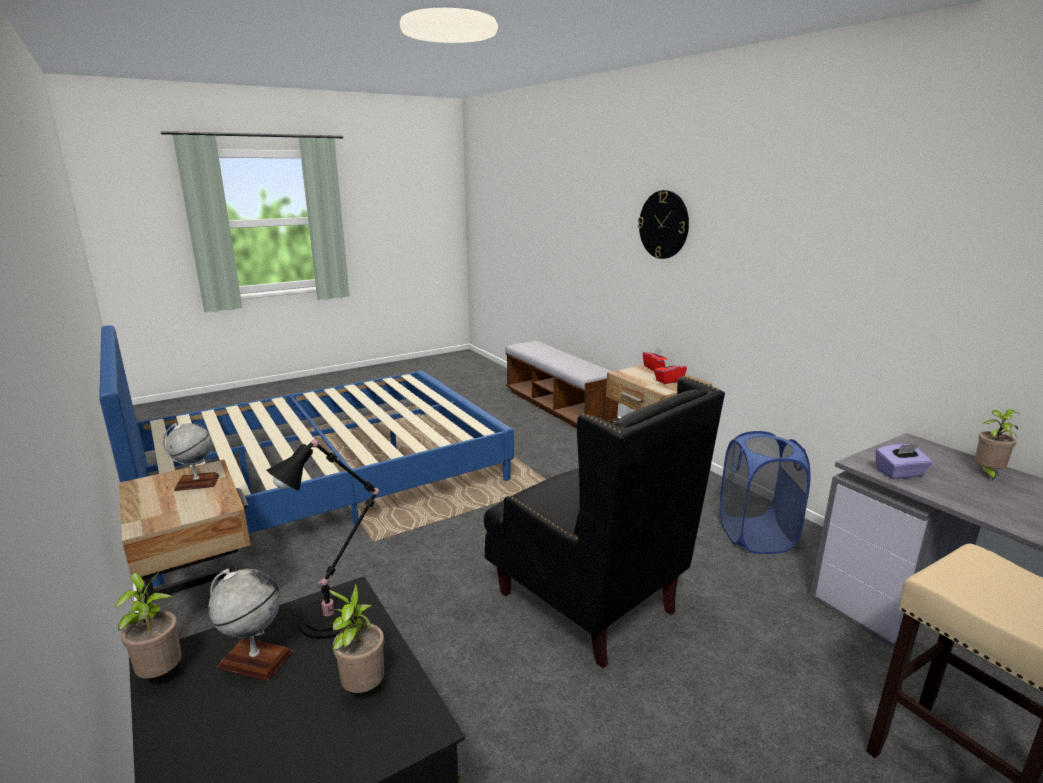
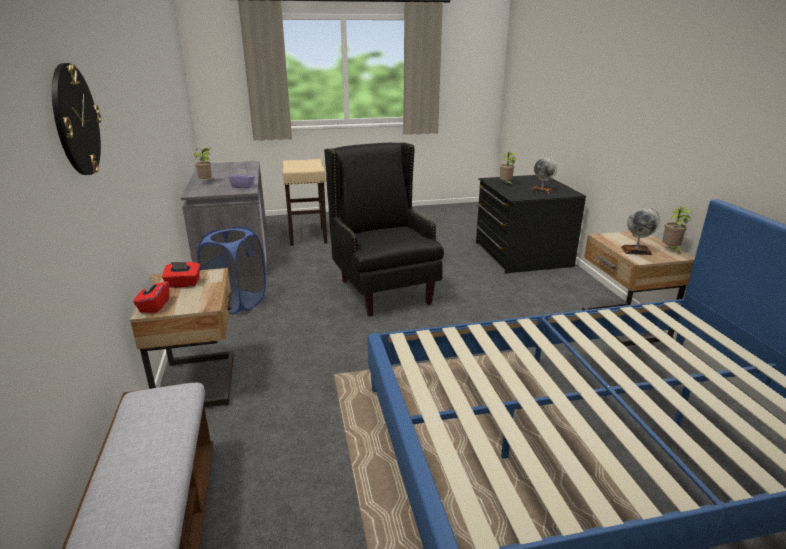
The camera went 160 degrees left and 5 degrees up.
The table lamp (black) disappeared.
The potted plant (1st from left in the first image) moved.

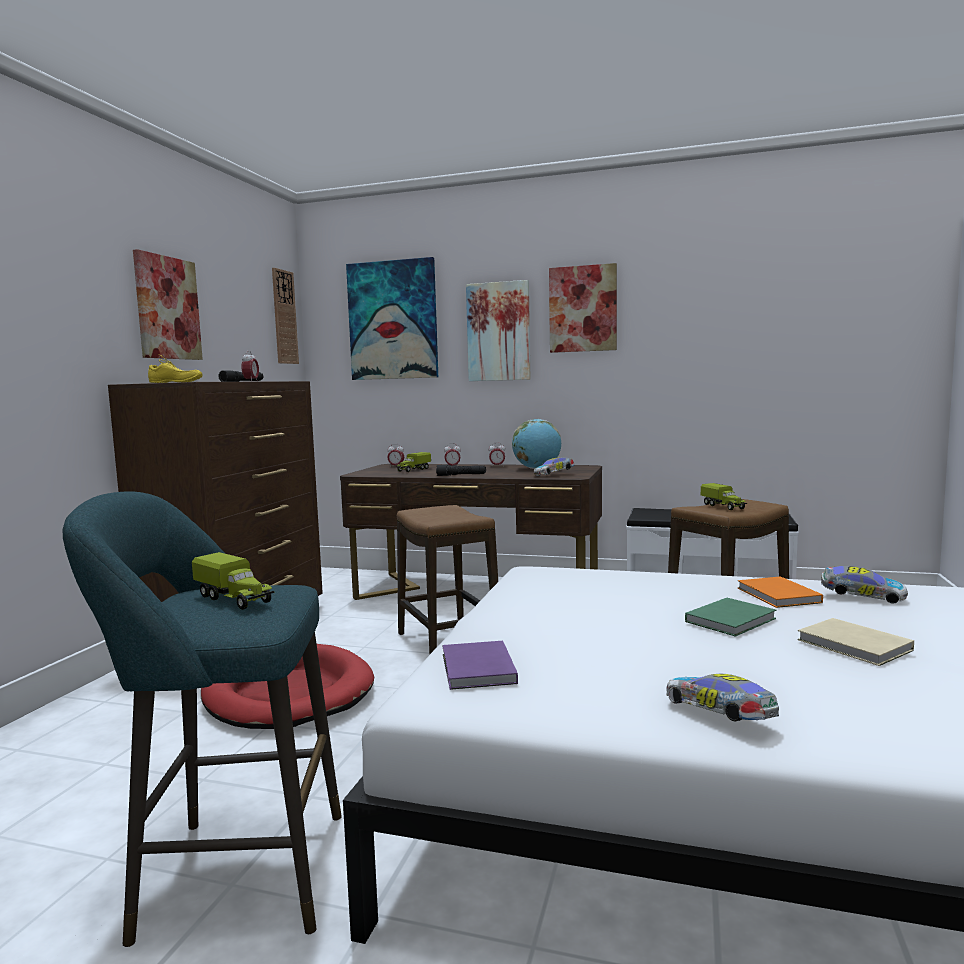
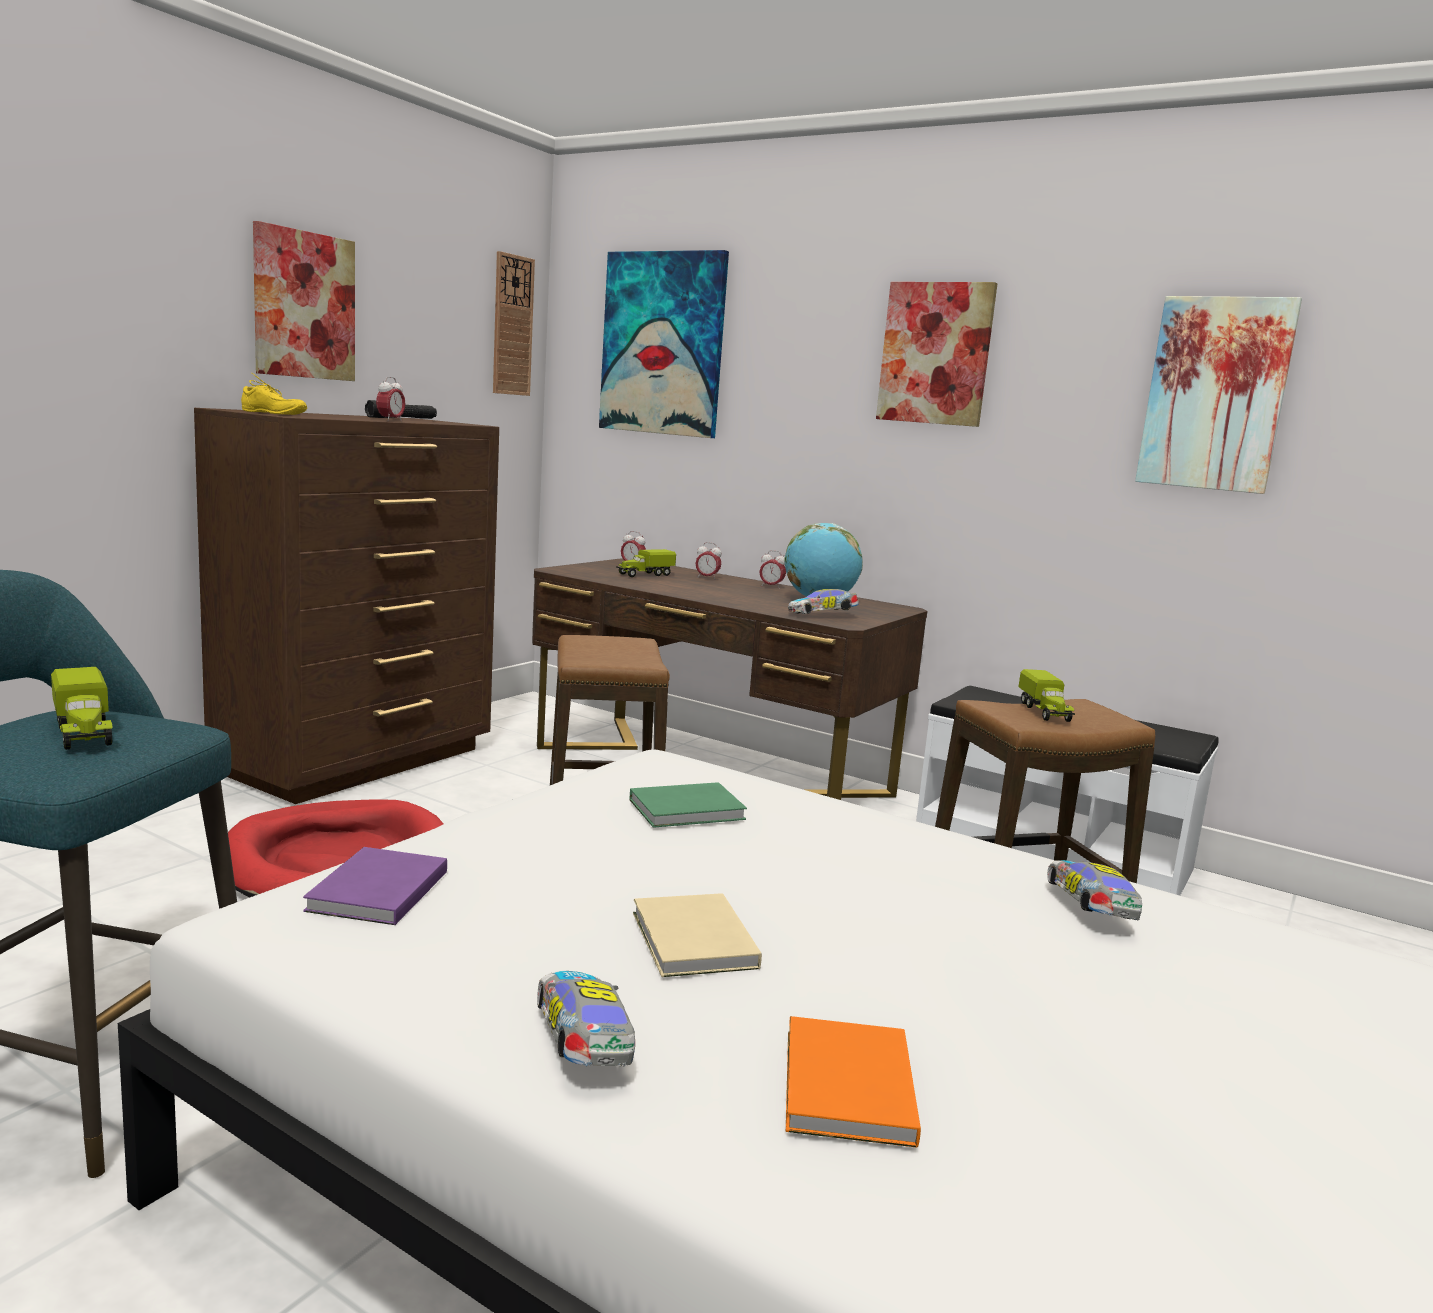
The camera went 15 degrees right and 5 degrees up.
The flashlight (black) (2nd from left) disappeared.
The picture (3rd from left in the first image) moved.
The book (green) moved.
The book (orange) moved.
The book (beige) moved.
The toy car (3rd from left) turned 135 degrees counterclockwise.

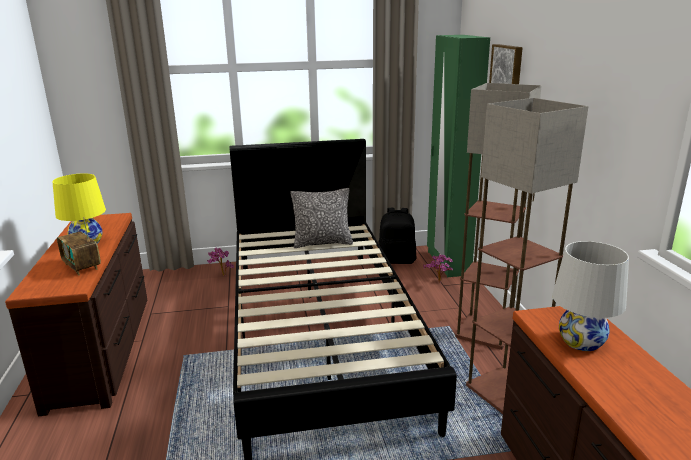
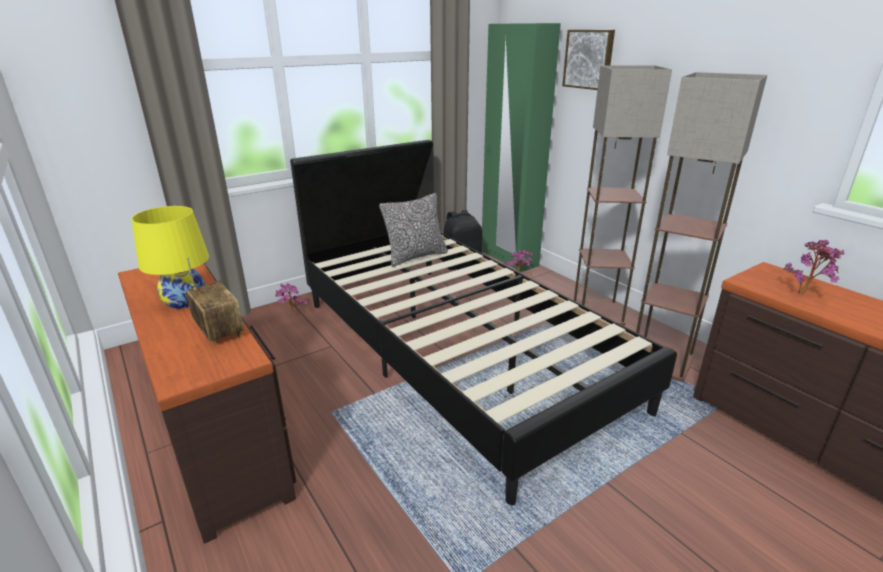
The camera went 25 degrees left and 5 degrees up.
The table lamp (white) was replaced by the potted plant (3rd from left).
The radio turned 150 degrees counterclockwise.

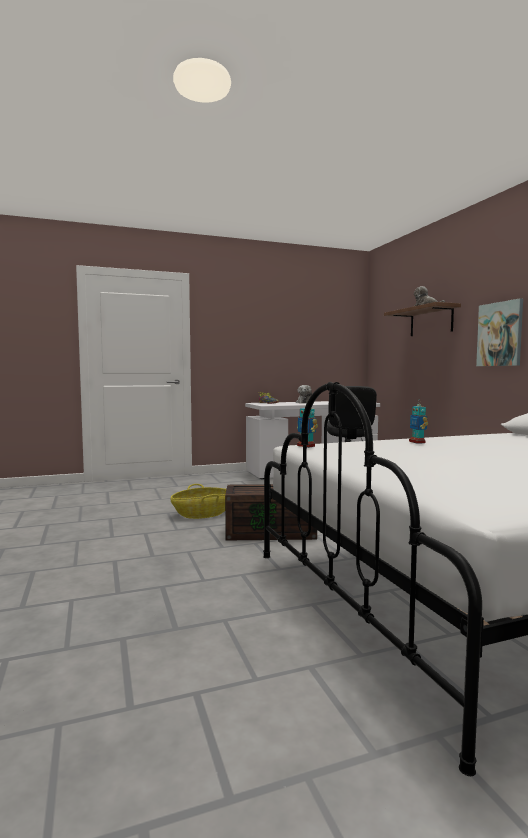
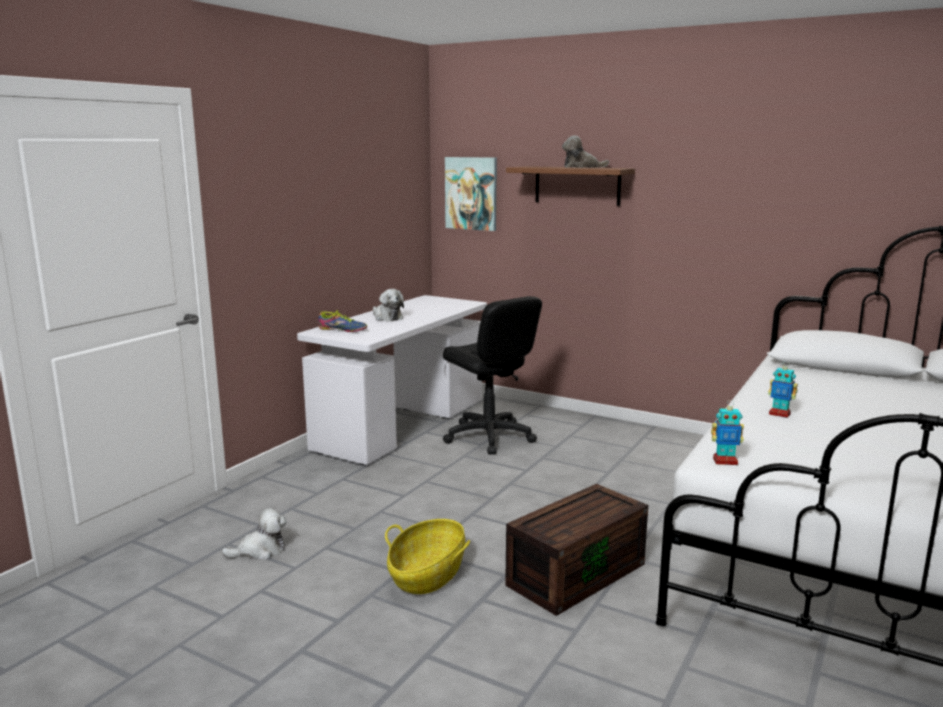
The camera went 40 degrees left and 10 degrees up.
The plush toy (1st from left) appeared.
The picture moved.

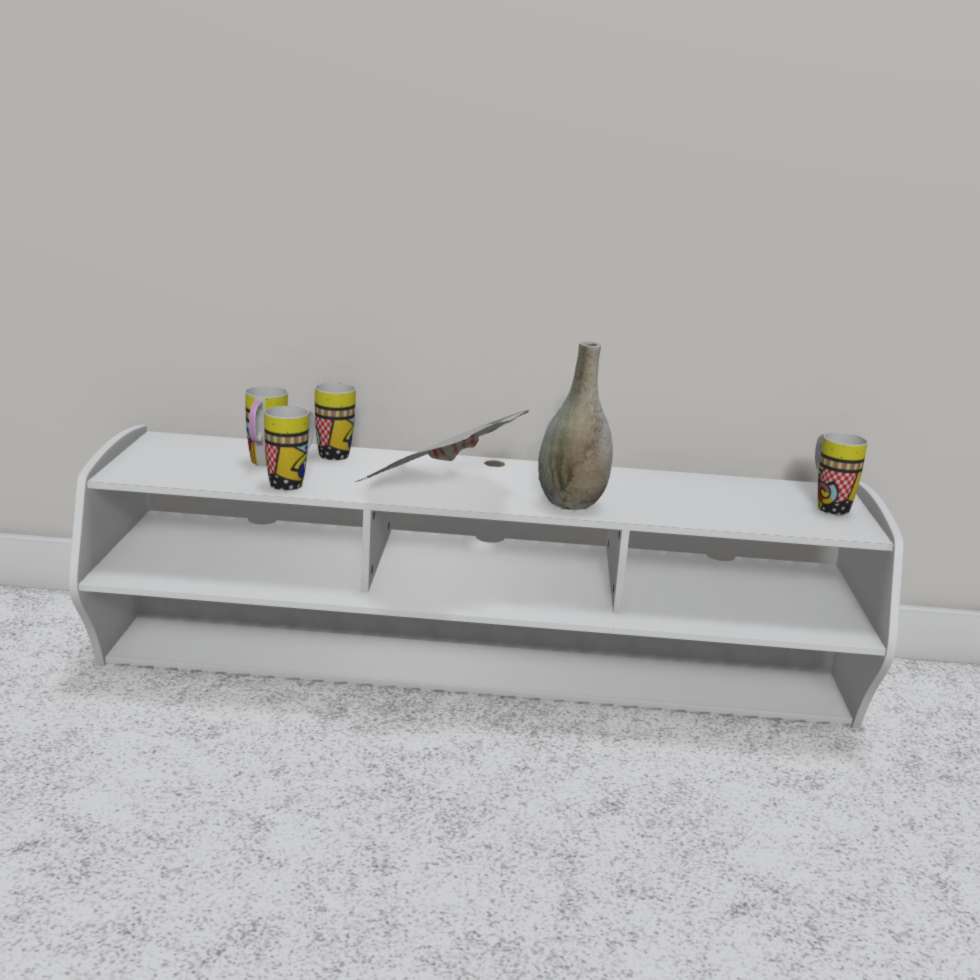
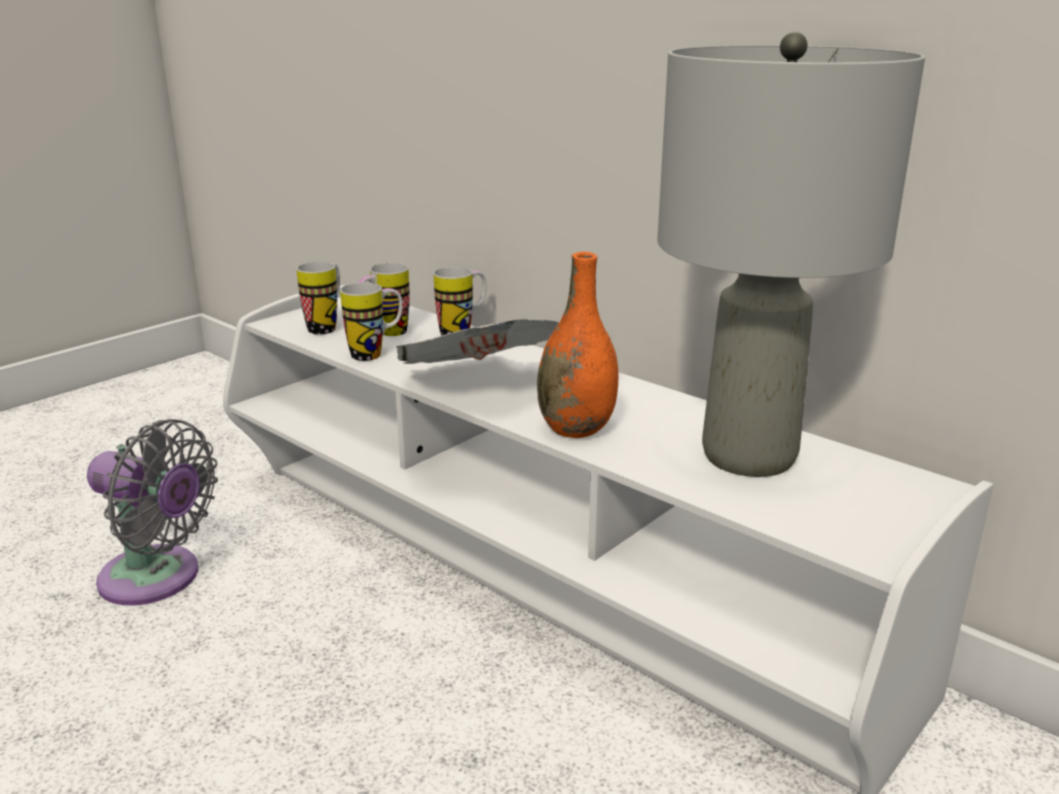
The camera went 40 degrees right and 5 degrees up.
The fan (grey) appeared.
The table lamp (grey) appeared.
The mug (4th from left in the first image) moved.
The vase (grey) became the vase (orange).

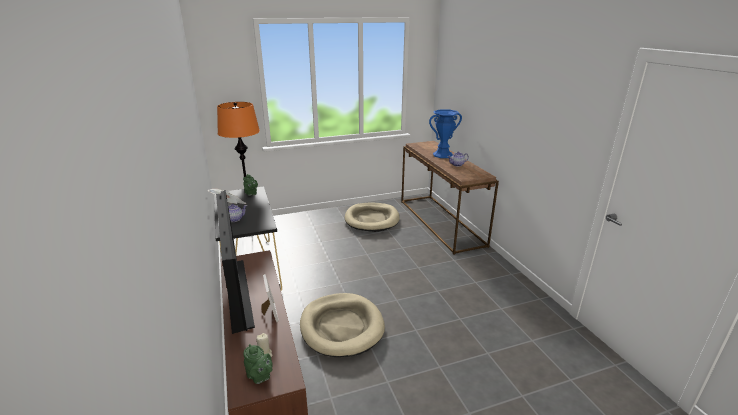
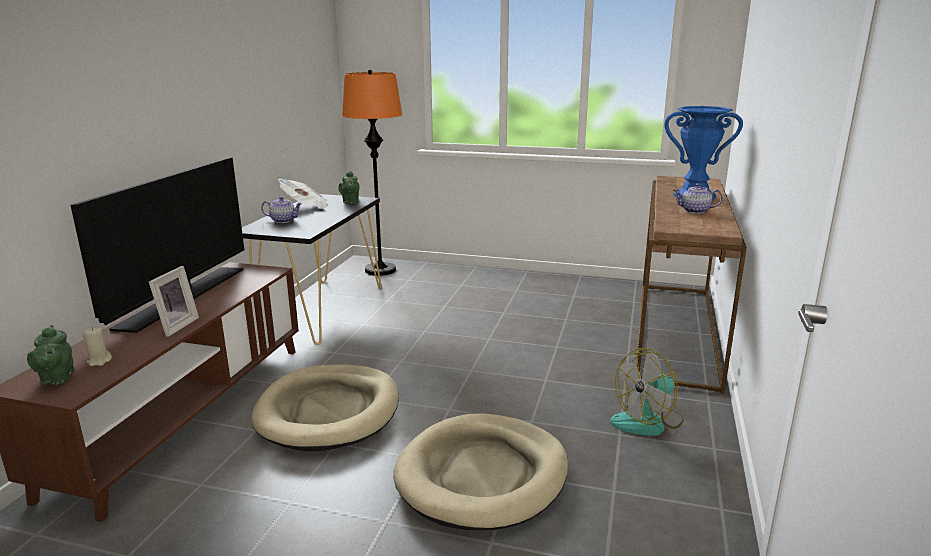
The camera went 35 degrees right and 5 degrees down.
The fan appeared.
The dog bed (beige) (2nd from left) moved.

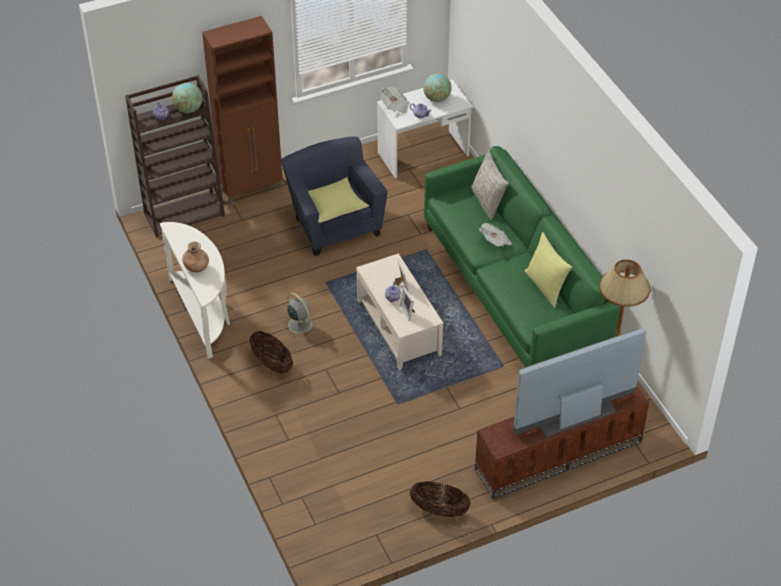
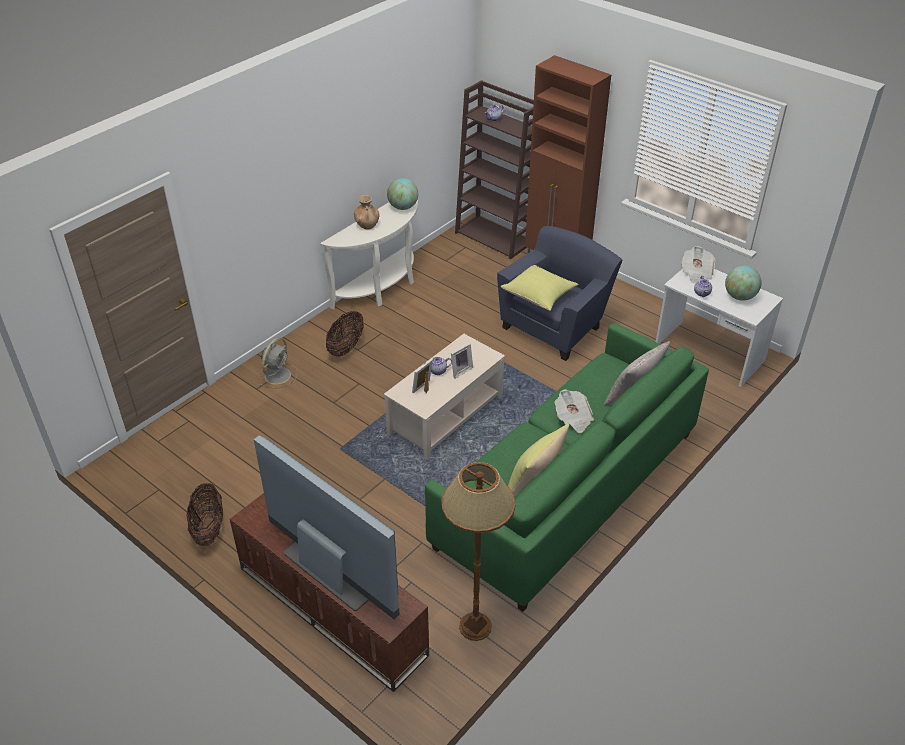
The camera went 65 degrees right and 5 degrees down.
The globe (1st from left) moved.
The fan (grey) moved.

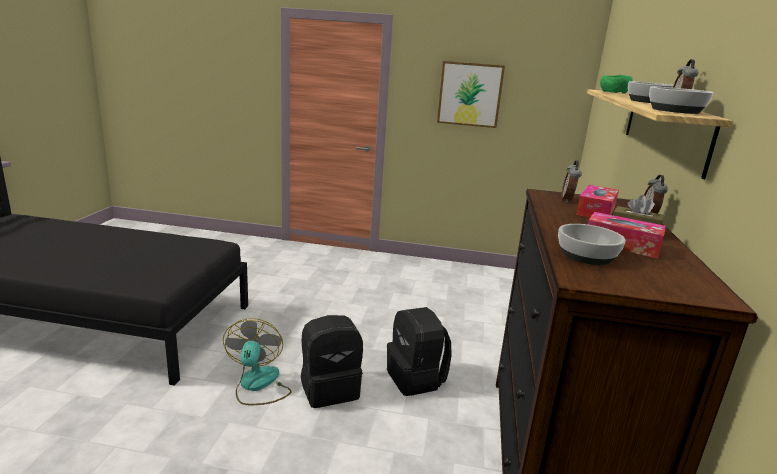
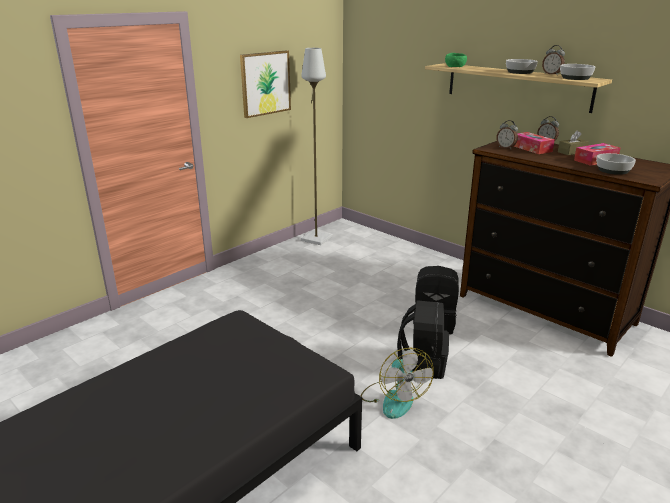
The camera went 55 degrees left and 5 degrees up.
The floor lamp (grey) appeared.
The fan turned 135 degrees counterclockwise.

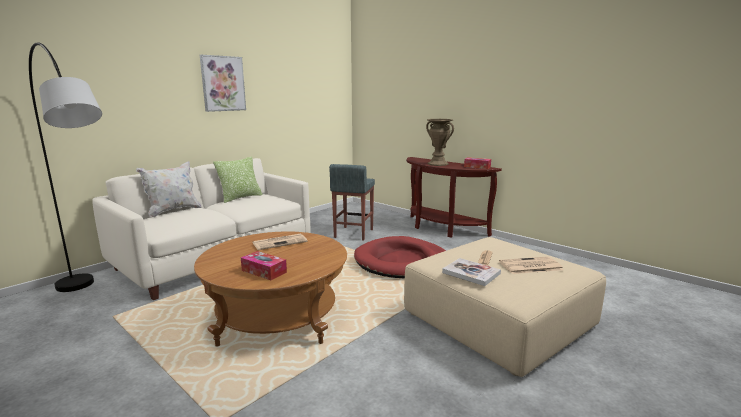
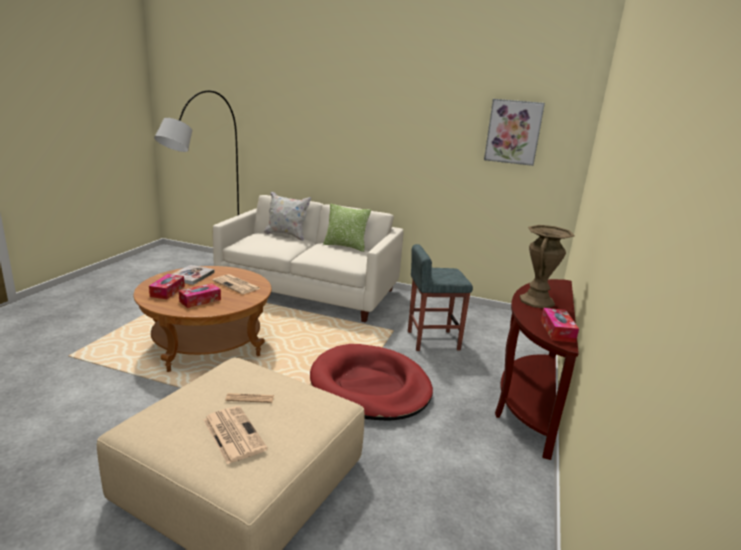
The camera went 65 degrees right and 5 degrees up.
The tissue box (2nd from left) appeared.
The picture moved.
The book moved.

